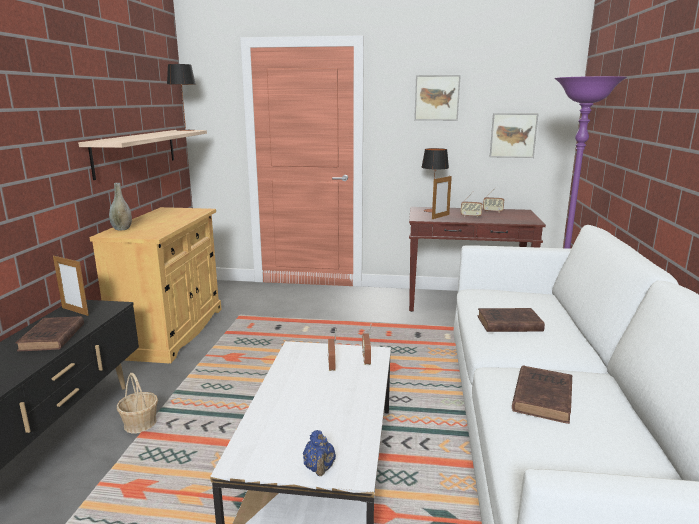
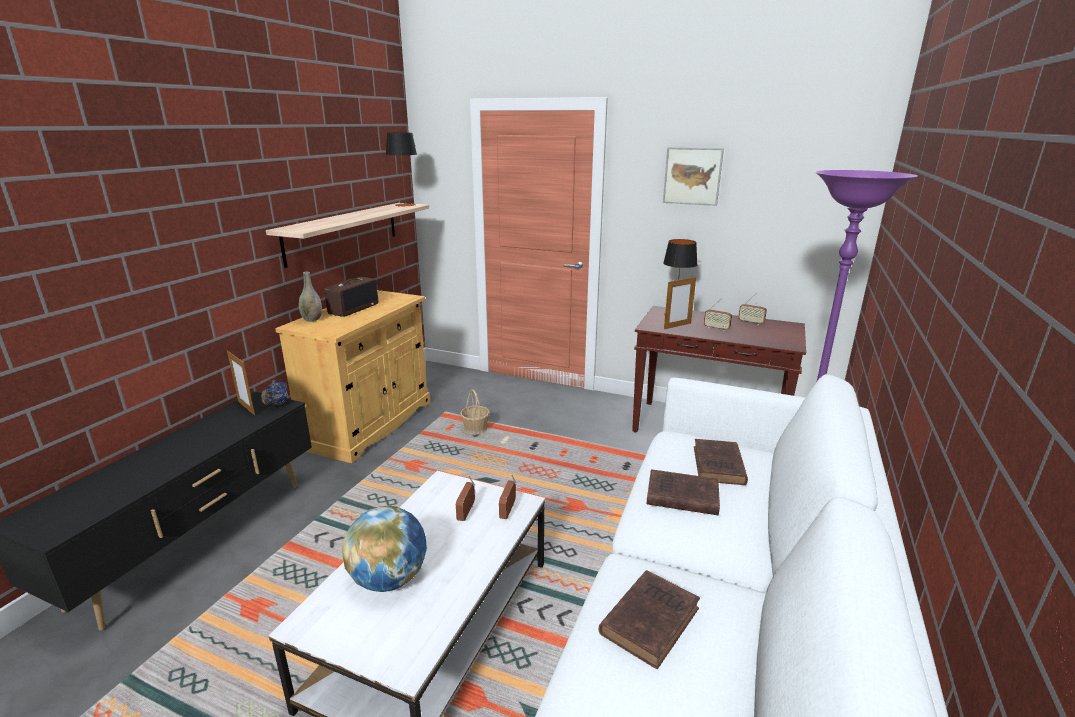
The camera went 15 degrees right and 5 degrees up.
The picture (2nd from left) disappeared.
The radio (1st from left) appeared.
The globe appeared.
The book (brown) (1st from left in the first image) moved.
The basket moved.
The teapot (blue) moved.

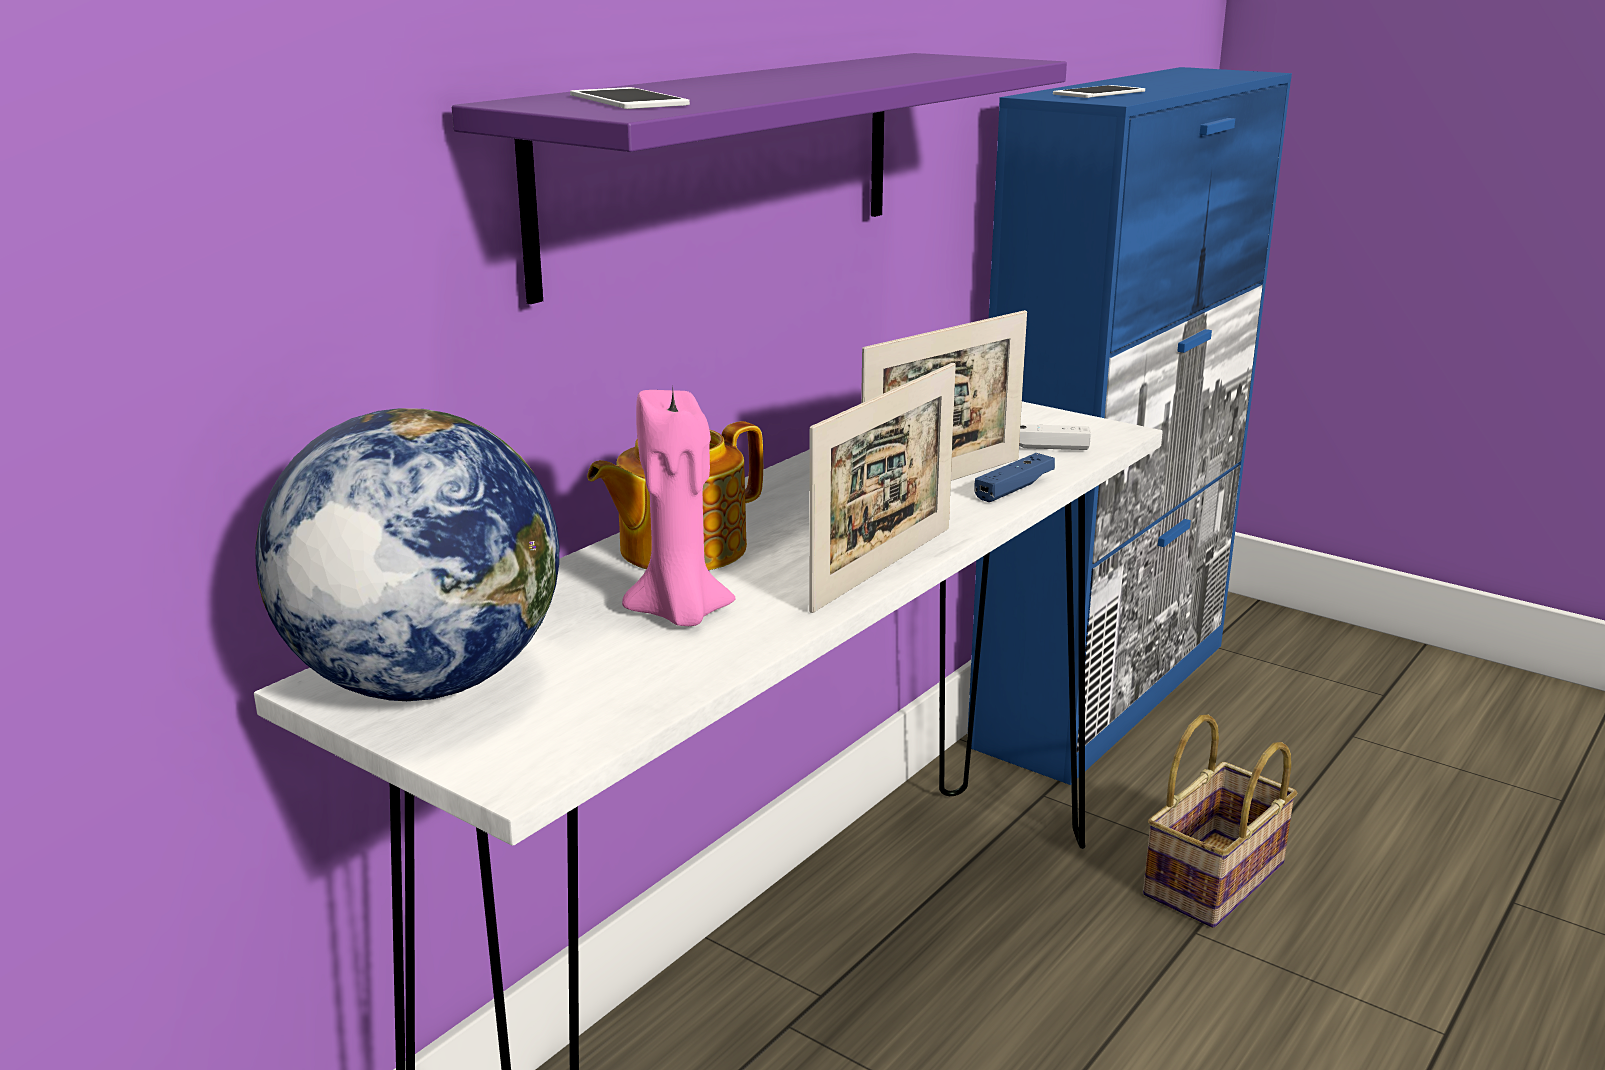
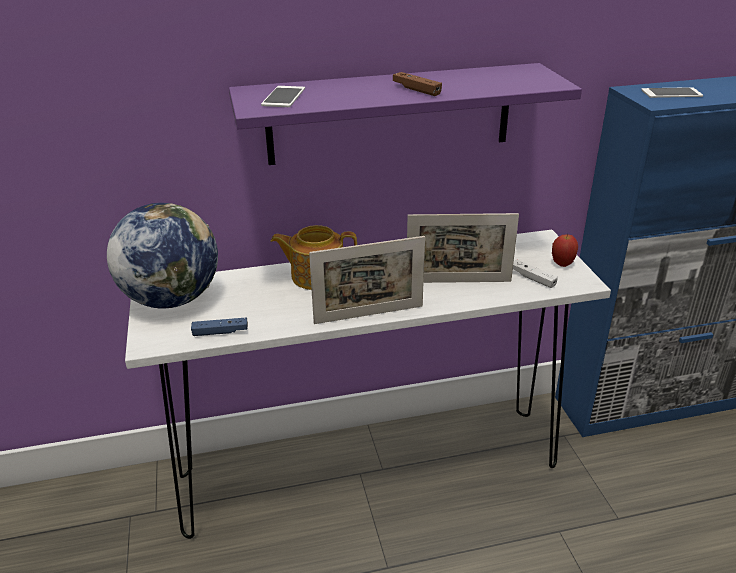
The camera went 40 degrees right and 10 degrees up.
The candle (pink) disappeared.
The basket disappeared.
The game controller (brown) appeared.
The apple appeared.
The game controller (blue) moved.

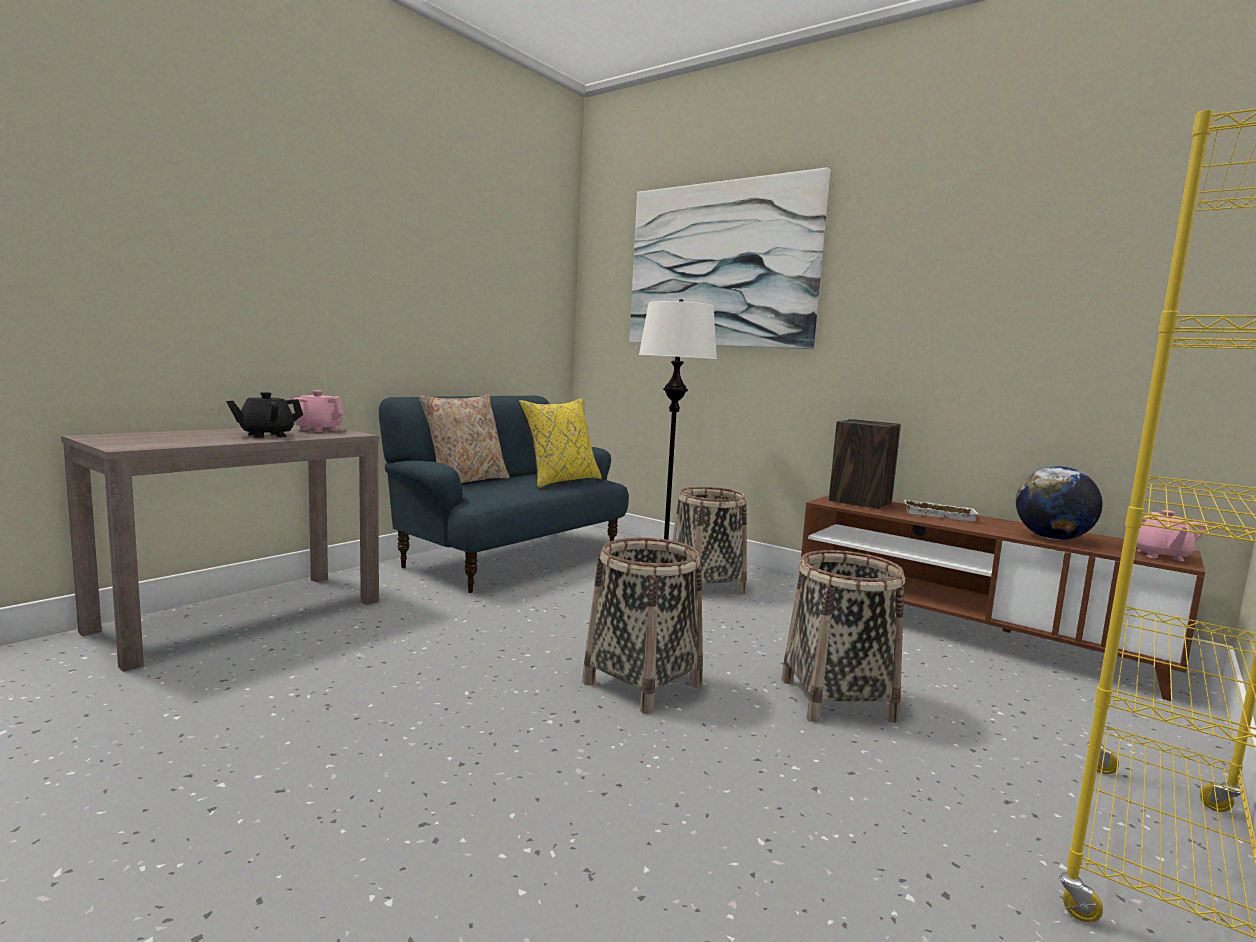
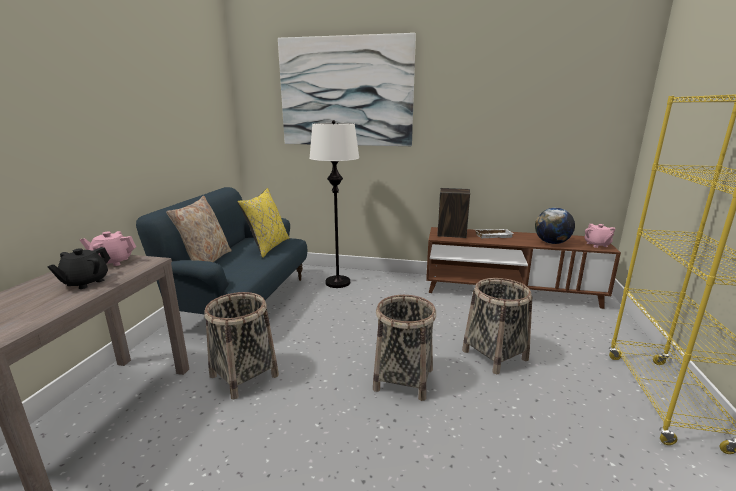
The camera went 25 degrees left and 10 degrees up.
The basket (2nd from left in the first image) moved.

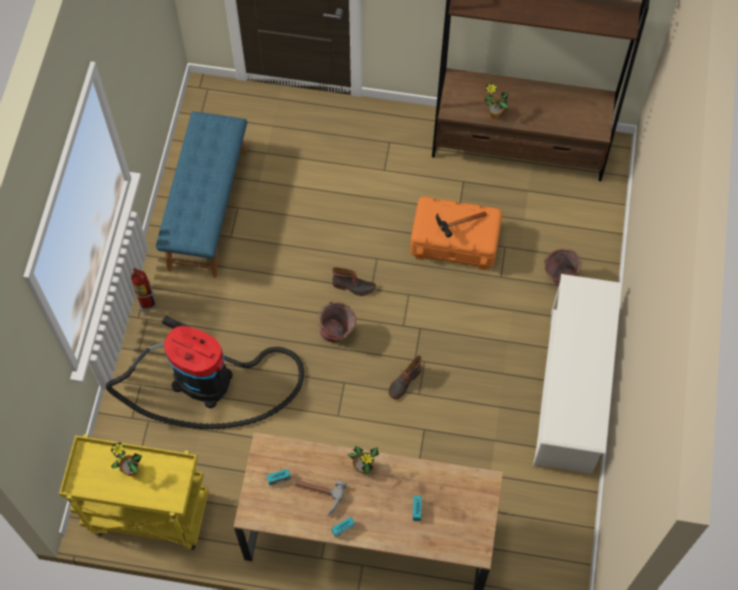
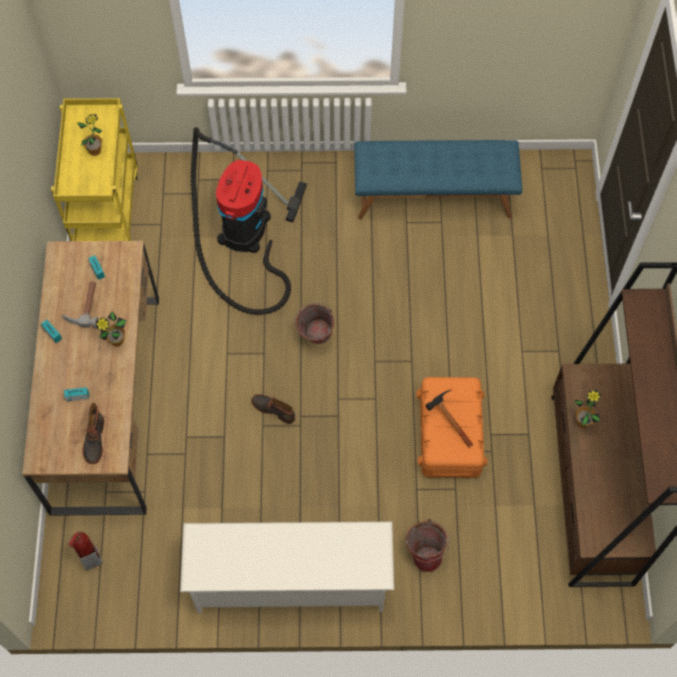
The camera went 80 degrees right and 0 degrees up.
The fire extinguisher moved.
The boot (1st from left) moved.

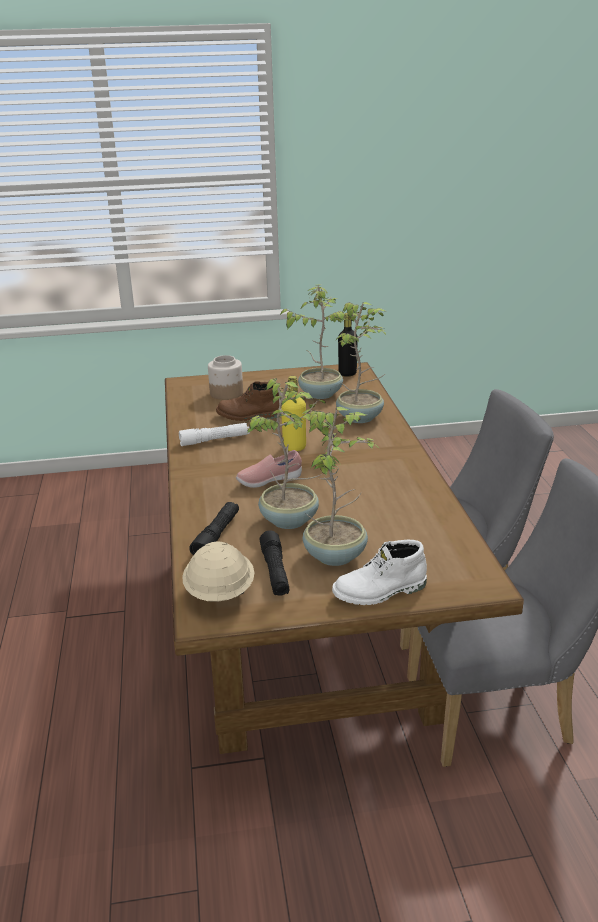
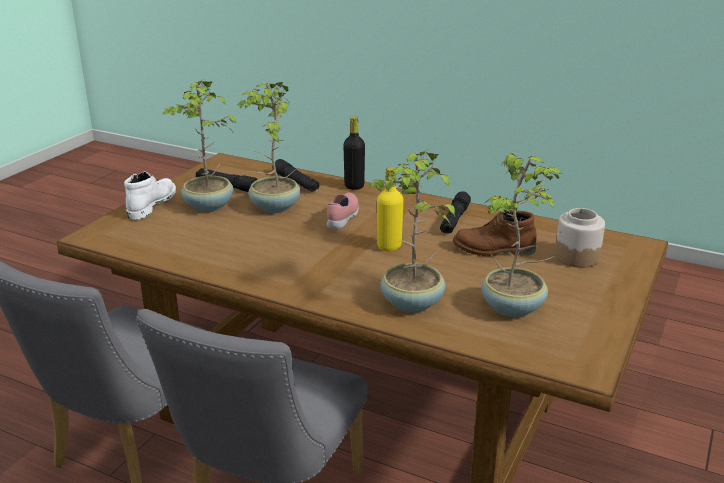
The camera went 125 degrees right and 0 degrees up.
The hard hat (beige) disappeared.
The bottle (black) moved.
The flashlight (white) became the flashlight (black) (3rd from left).
The boot (brown) turned 120 degrees counterclockwise.

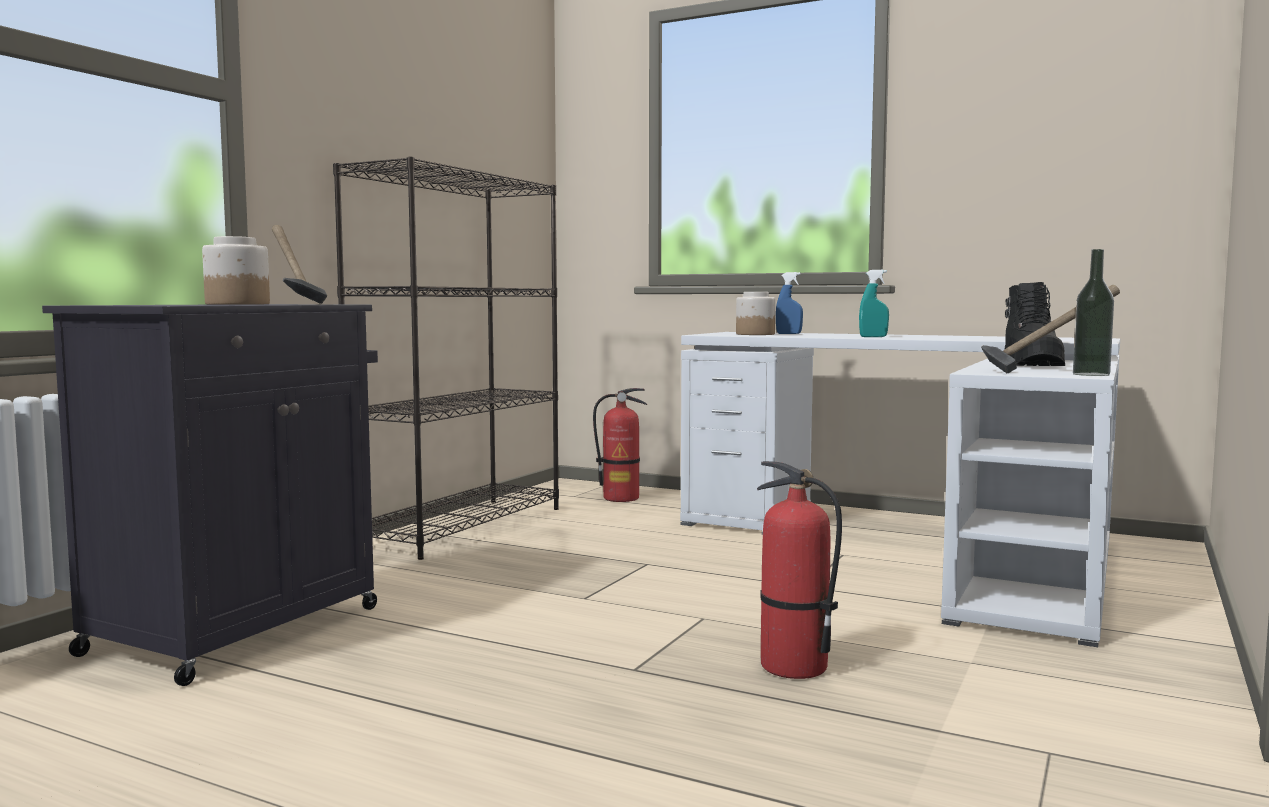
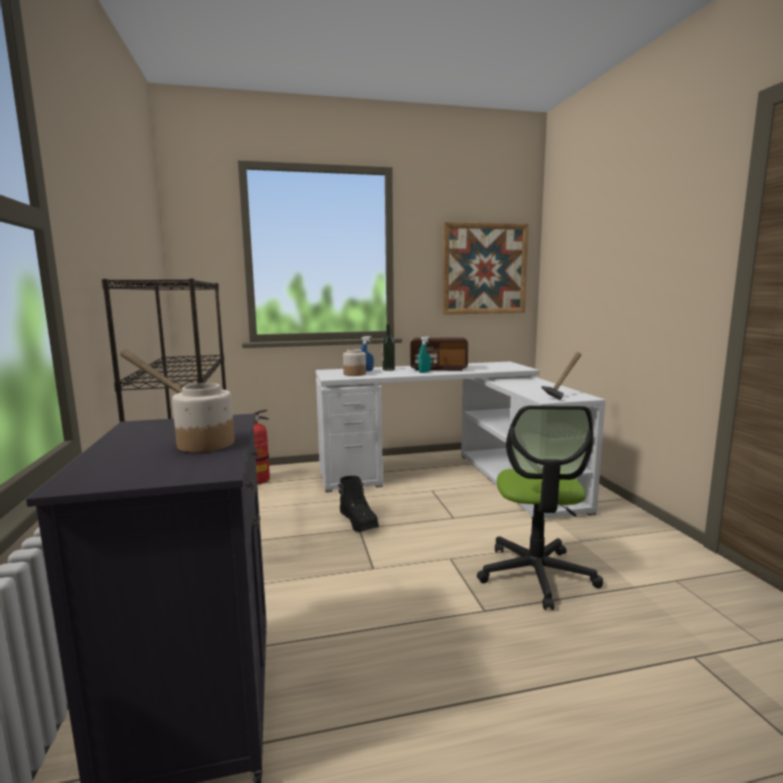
The camera went 40 degrees left and 5 degrees up.
The radio appeared.
The picture appeared.
The boot (black) moved.
The bottle moved.
The fire extinguisher (2nd from left) was replaced by the office chair.

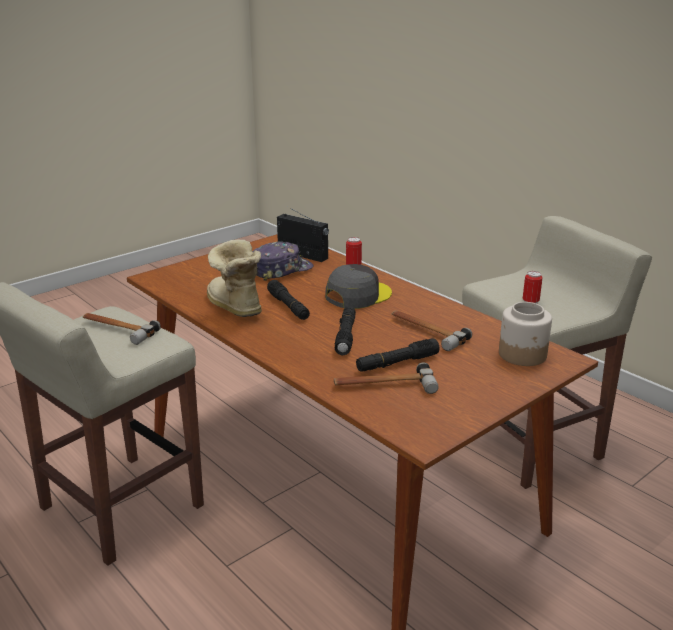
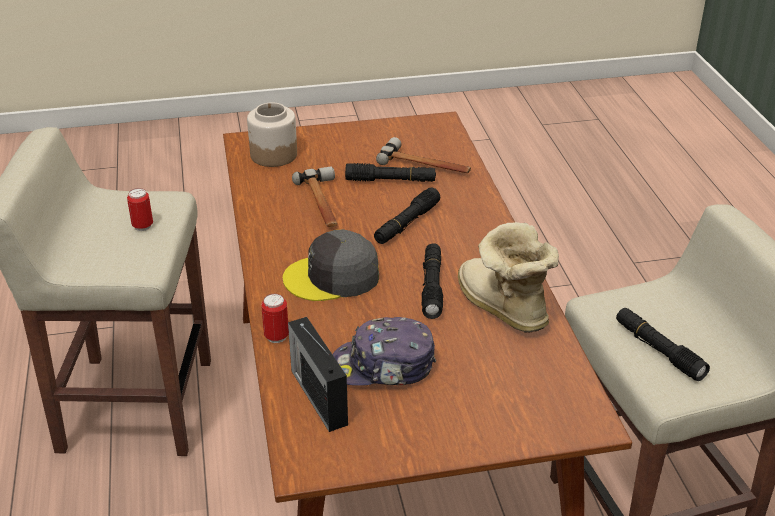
The camera went 150 degrees left and 10 degrees up.
The hammer (1st from left) was replaced by the flashlight (black) (4th from left).
The boot turned 150 degrees clockwise.

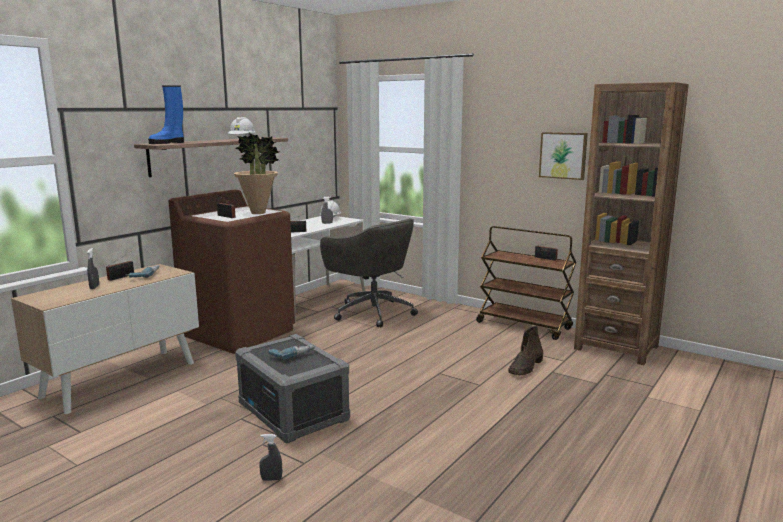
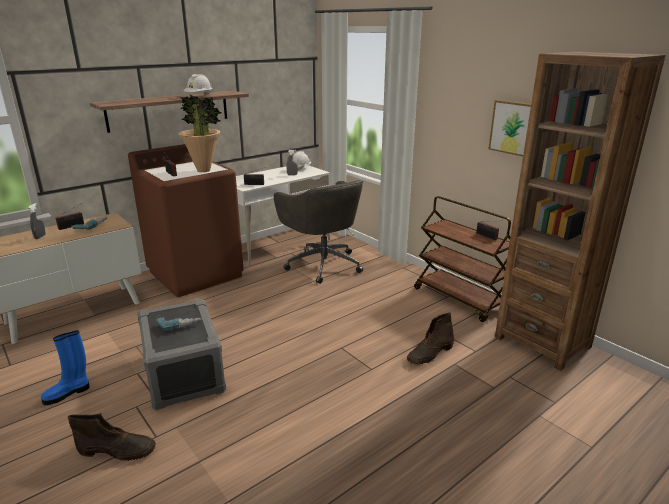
The camera went 15 degrees right and 10 degrees up.
The boot (blue) moved.
The spray bottle (grey) (2nd from left) was replaced by the boot (brown) (1st from left).

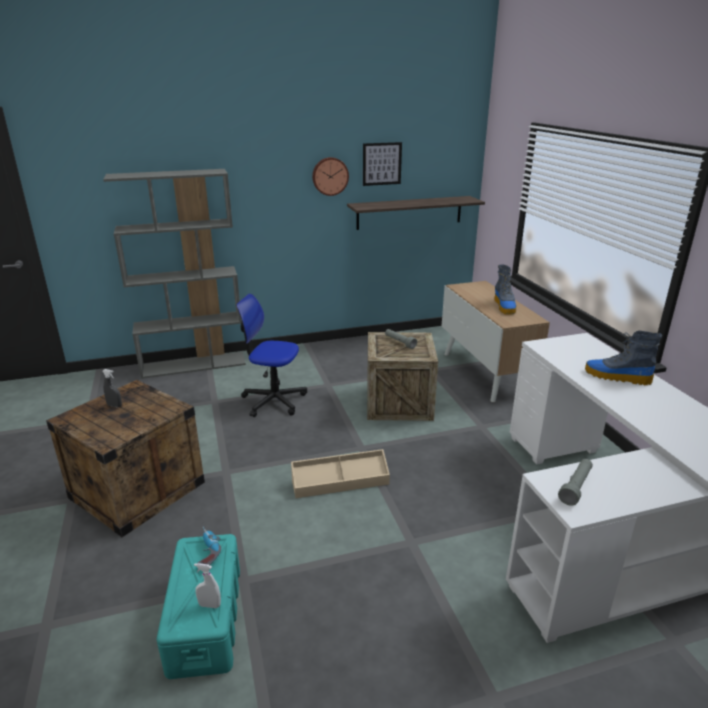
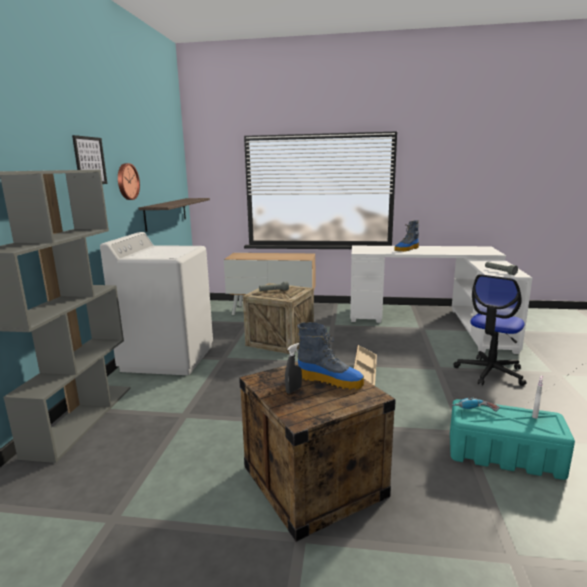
The camera went 65 degrees left and 10 degrees down.
The washing machine (white) appeared.
The office chair moved.
The picture moved.
The boot (1st from left) moved.

